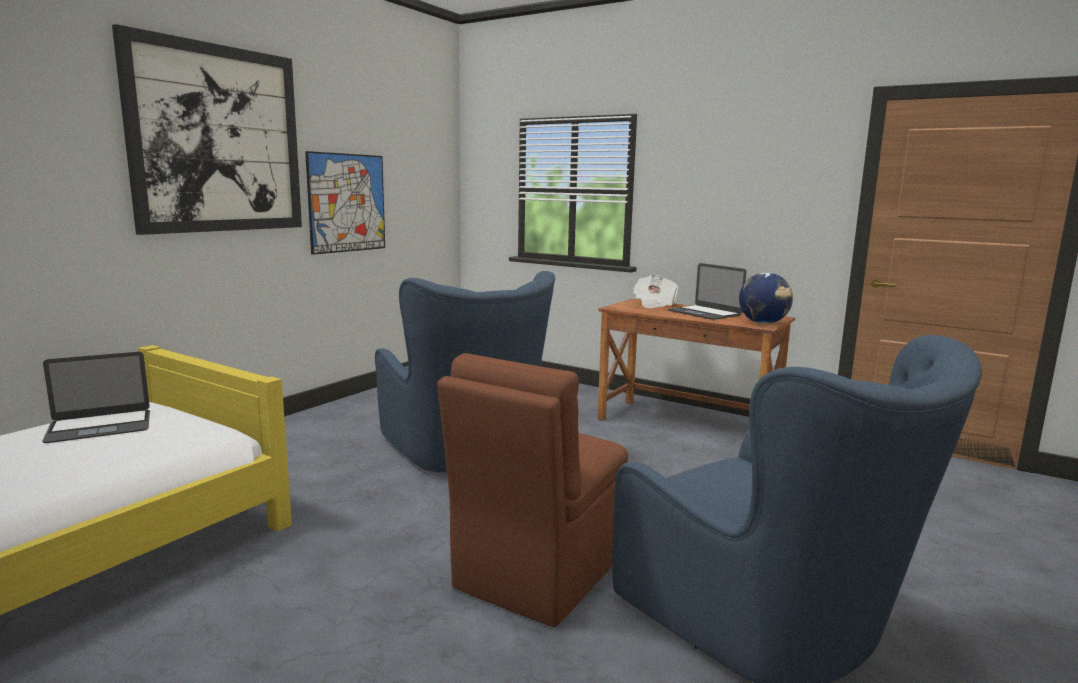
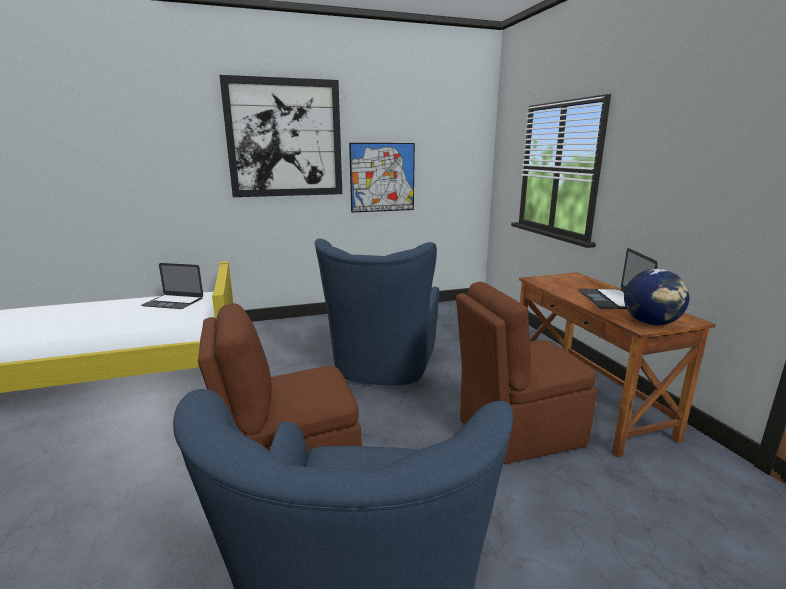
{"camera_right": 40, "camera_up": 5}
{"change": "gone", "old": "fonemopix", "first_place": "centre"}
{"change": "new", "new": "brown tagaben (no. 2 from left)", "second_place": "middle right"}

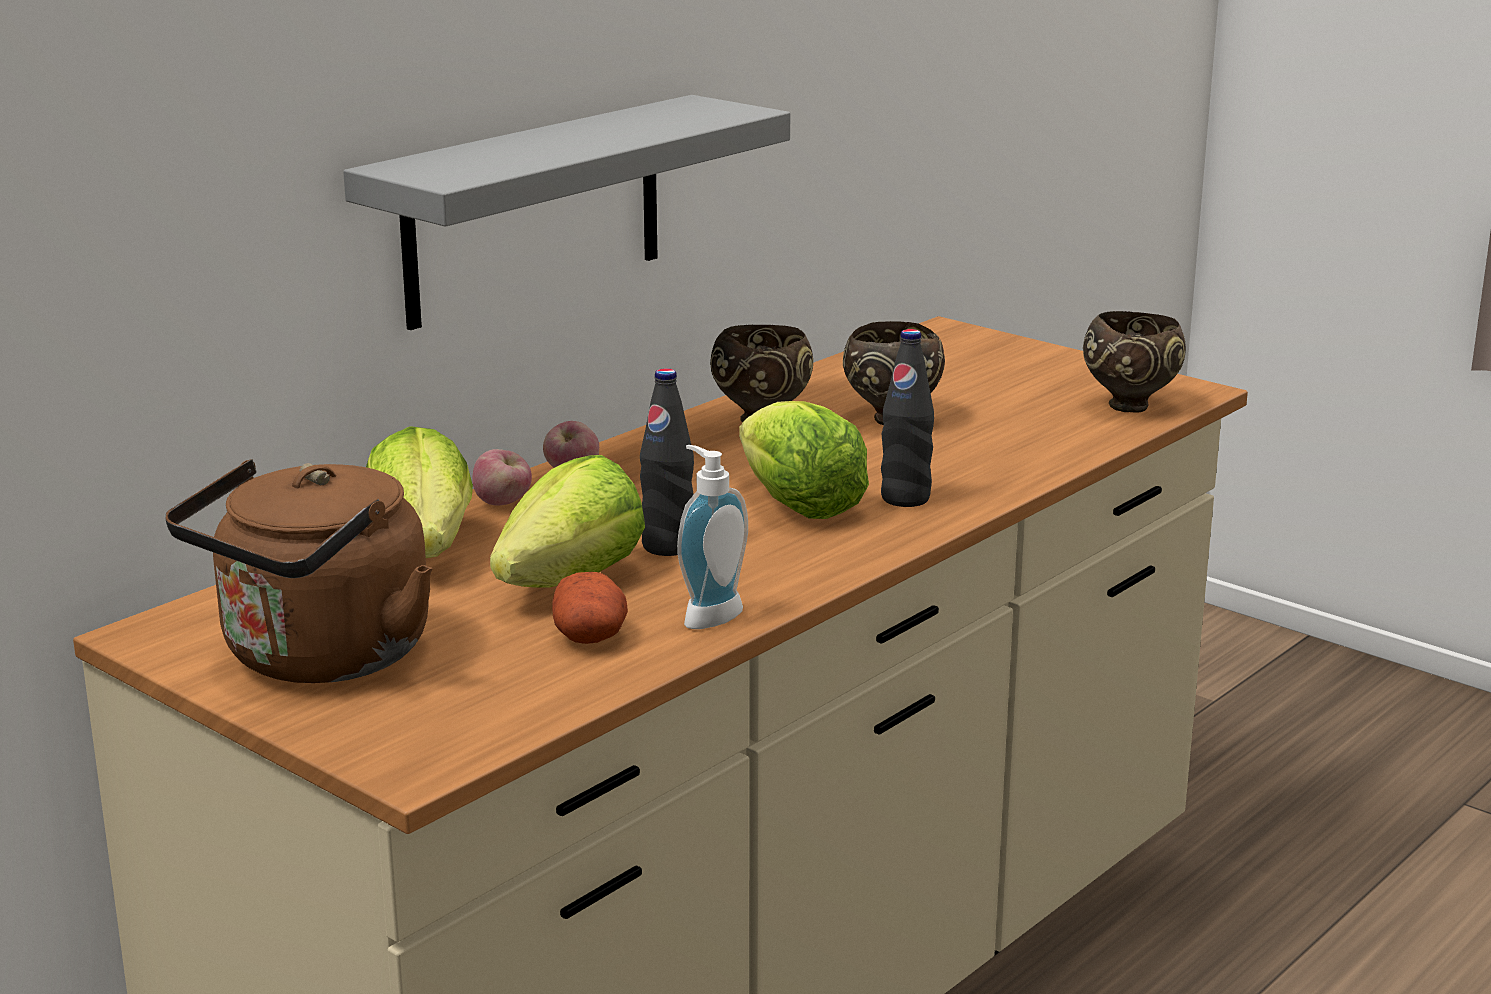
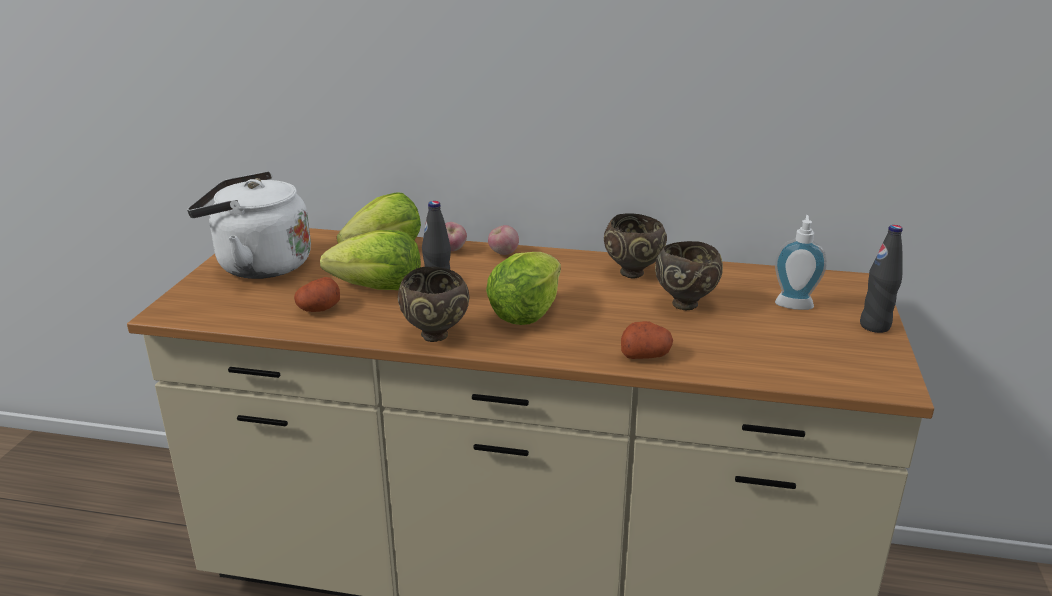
{"camera_right": 60, "camera_up": 5}
{"change": "repainted", "old": "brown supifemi", "new": "white supifemi", "first_place": "middle left", "second_place": "middle left"}
{"change": "gone", "old": "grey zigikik", "first_place": "top centre"}
{"change": "shifted", "old": "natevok", "first_place": "centre", "second_place": "middle right"}
{"change": "shifted", "old": "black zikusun (no. 2 from left)", "first_place": "centre", "second_place": "middle right"}
{"change": "shifted", "old": "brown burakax (no. 3 from left in the first image)", "new": "brown burakax (no. 1 from left)", "first_place": "middle right", "second_place": "centre"}
{"change": "new", "new": "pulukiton (no. 2 from left)", "second_place": "centre"}

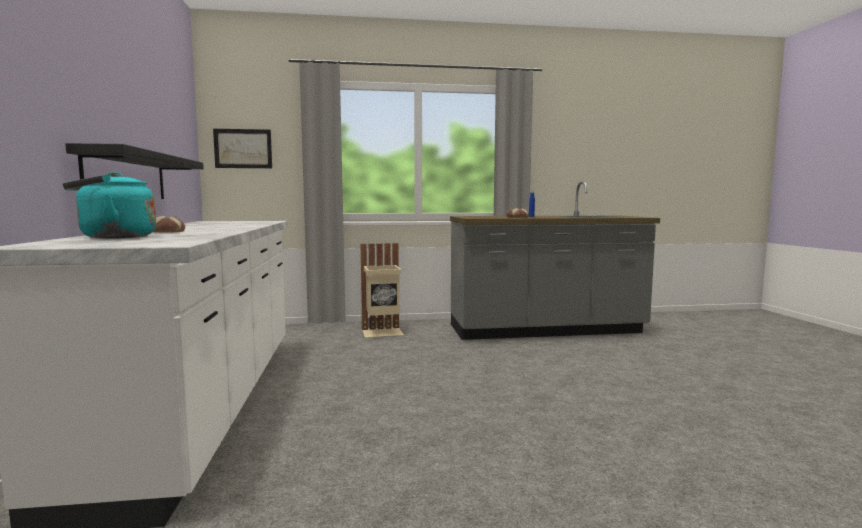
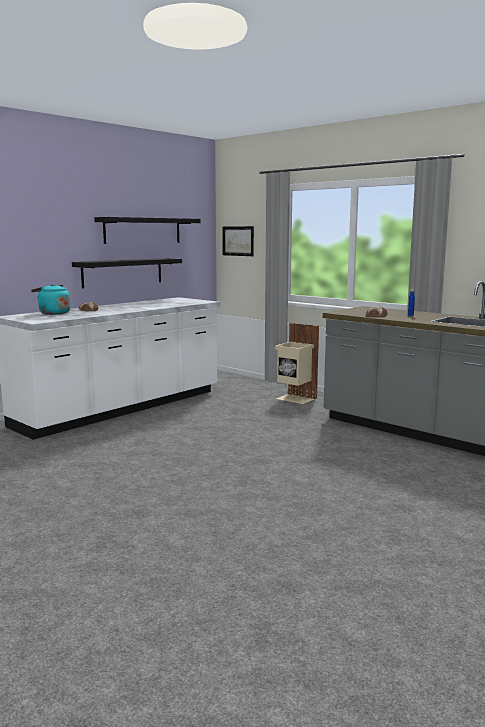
{"camera_right": 50, "camera_up": 5}
{"change": "new", "new": "black zigikik (no. 2 from left)", "second_place": "top left"}

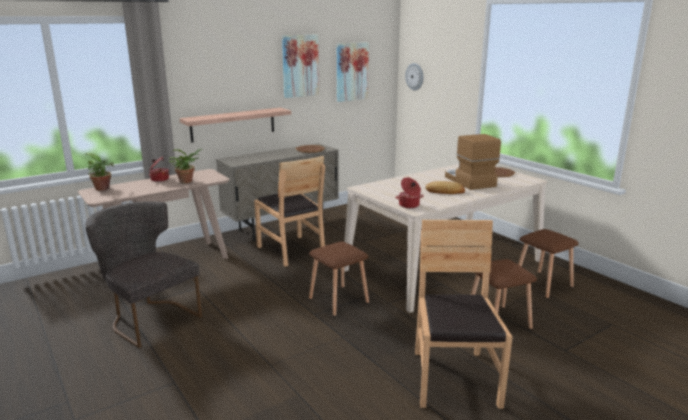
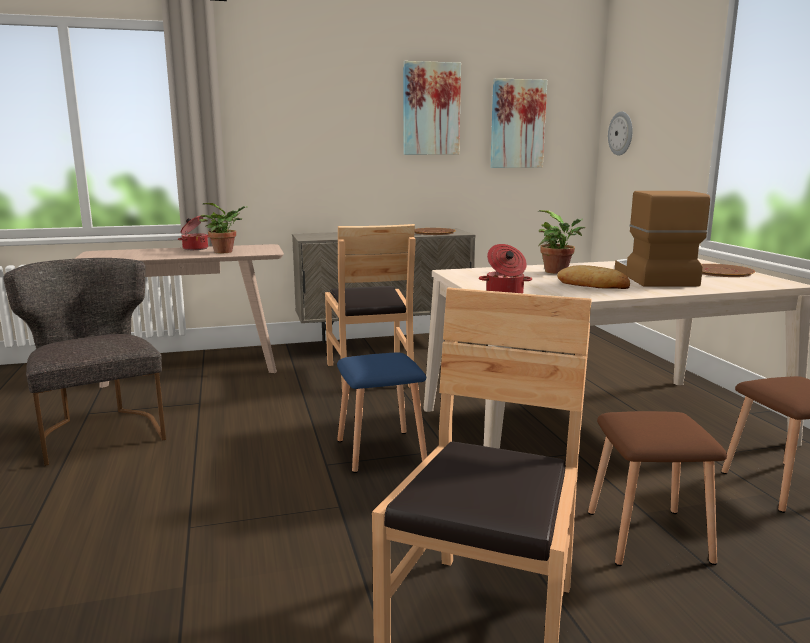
{"camera_right": 20, "camera_up": -5}
{"change": "shifted", "old": "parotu (no. 1 from left in the first image)", "new": "parotu (no. 2 from left)", "first_place": "middle left", "second_place": "middle right"}
{"change": "gone", "old": "zigikik", "first_place": "top centre"}
{"change": "repainted", "old": "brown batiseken (no. 1 from left)", "new": "blue batiseken", "first_place": "centre", "second_place": "centre"}

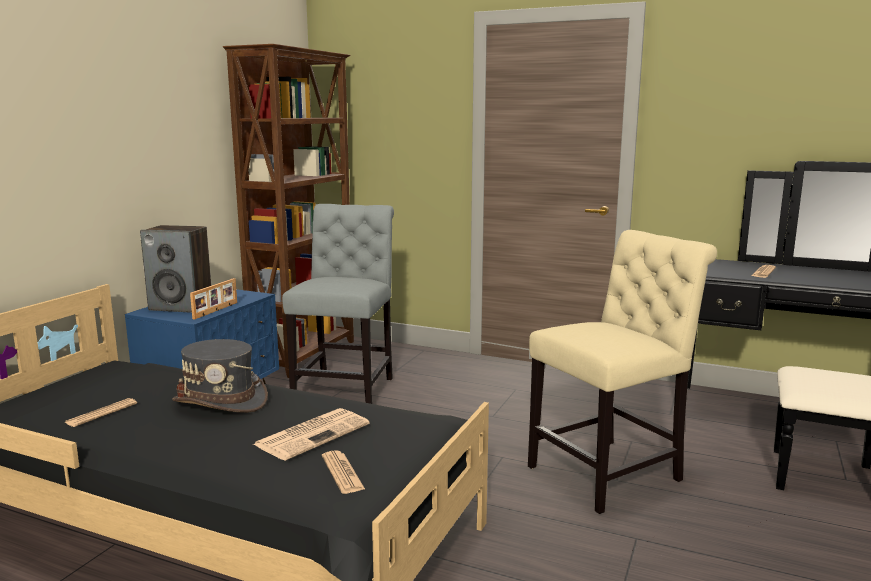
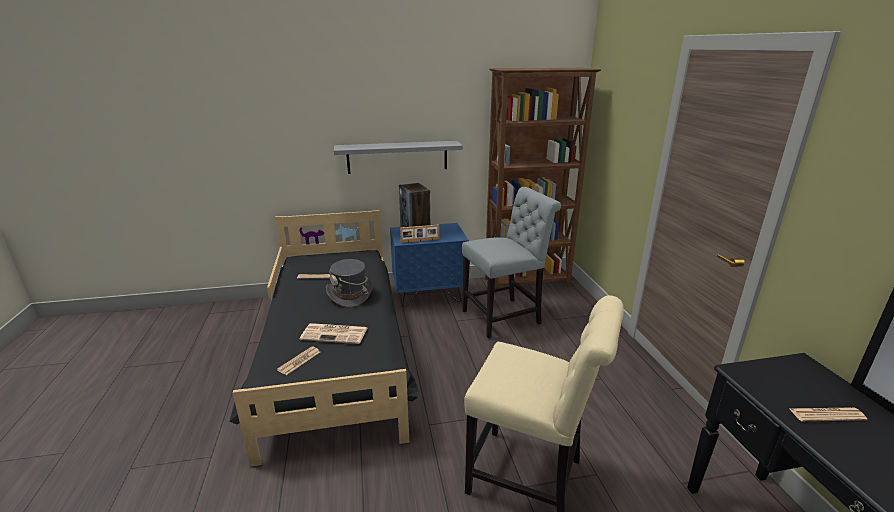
{"camera_right": 55, "camera_up": 10}
{"change": "new", "new": "grey zigikik", "second_place": "top centre"}

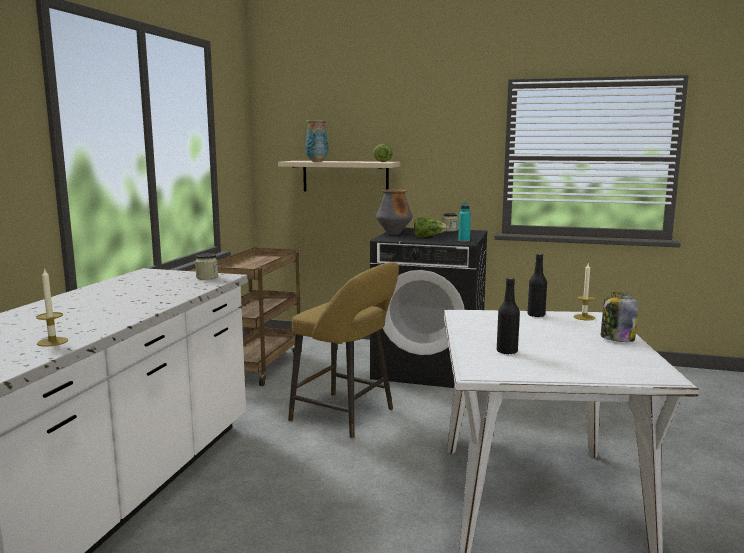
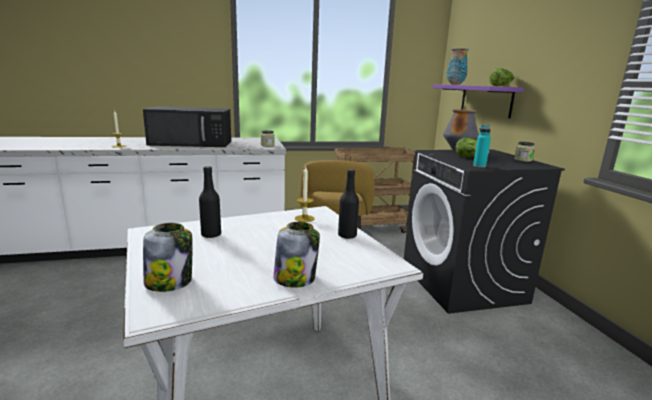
{"camera_right": 60, "camera_up": 5}
{"change": "repainted", "old": "beige zigikik", "new": "purple zigikik", "first_place": "top centre", "second_place": "top right"}
{"change": "shifted", "old": "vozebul (no. 2 from left)", "first_place": "middle right", "second_place": "centre"}
{"change": "new", "new": "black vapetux", "second_place": "top left"}
{"change": "new", "new": "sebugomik (no. 1 from left)", "second_place": "middle left"}

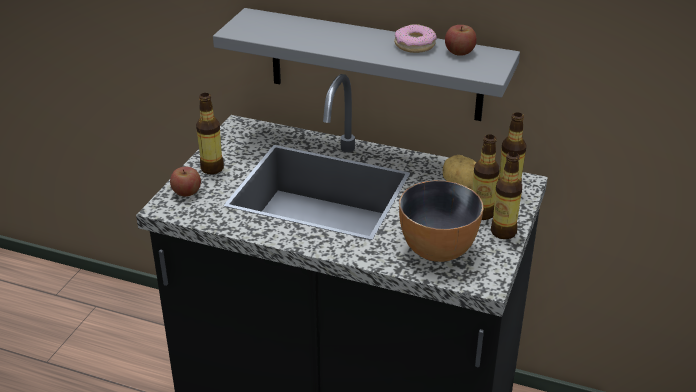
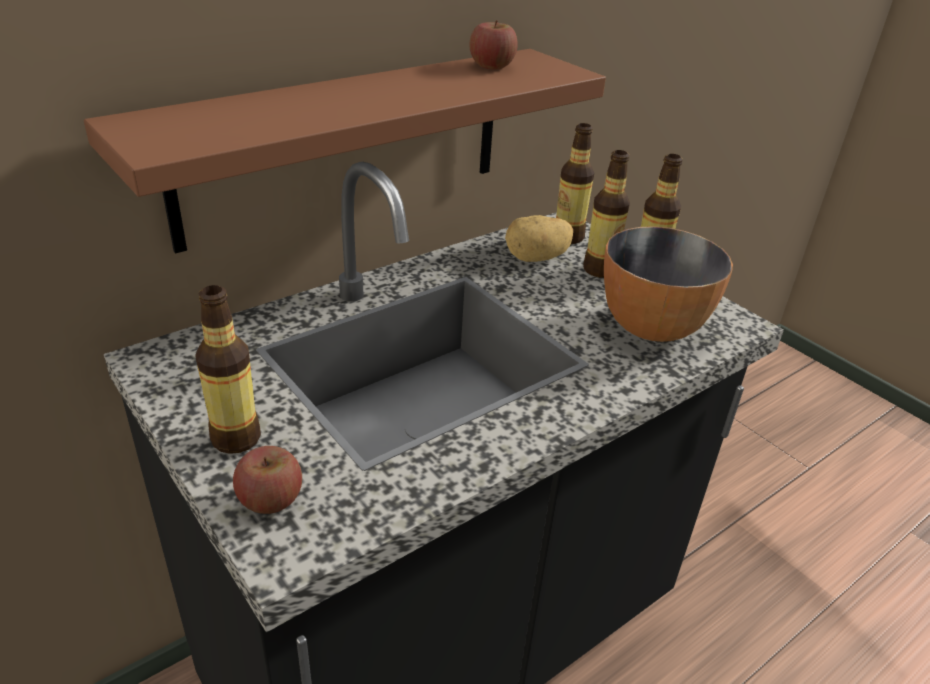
{"camera_right": -60, "camera_up": 0}
{"change": "repainted", "old": "grey zigikik", "new": "brown zigikik", "first_place": "top centre", "second_place": "top centre"}
{"change": "gone", "old": "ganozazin", "first_place": "top centre"}

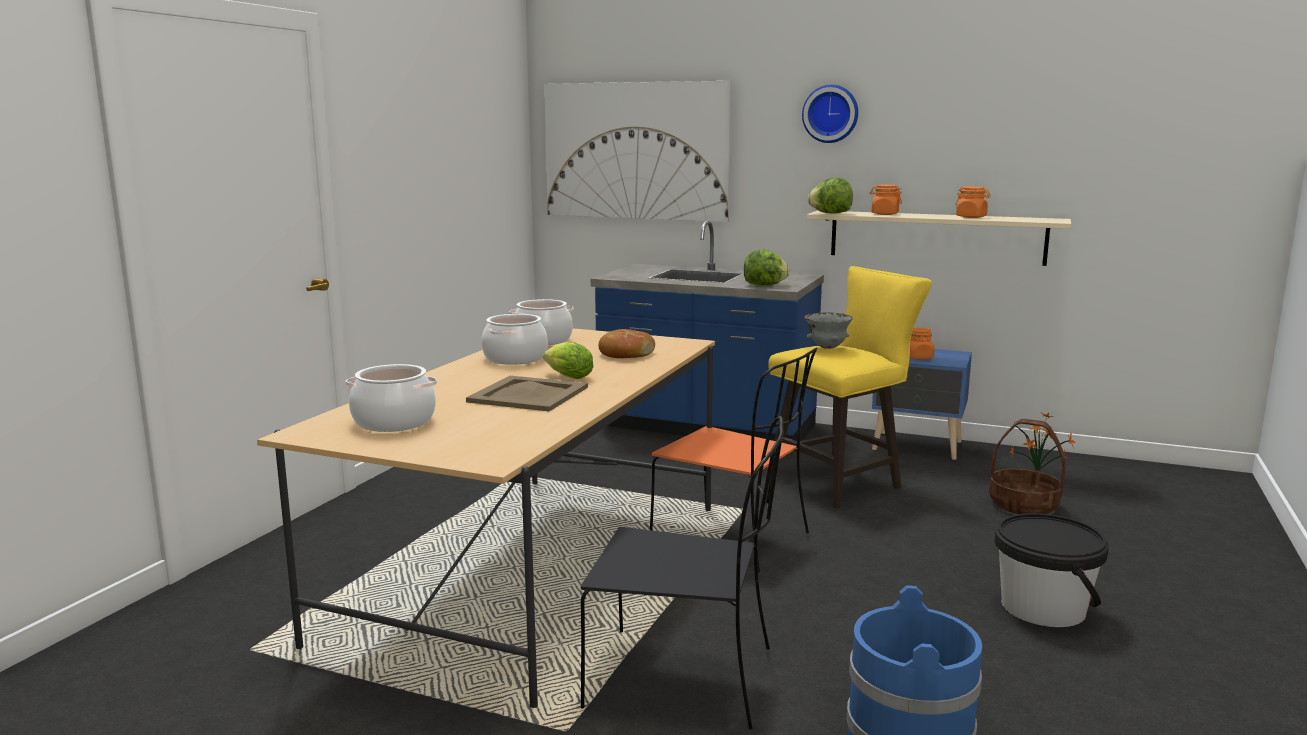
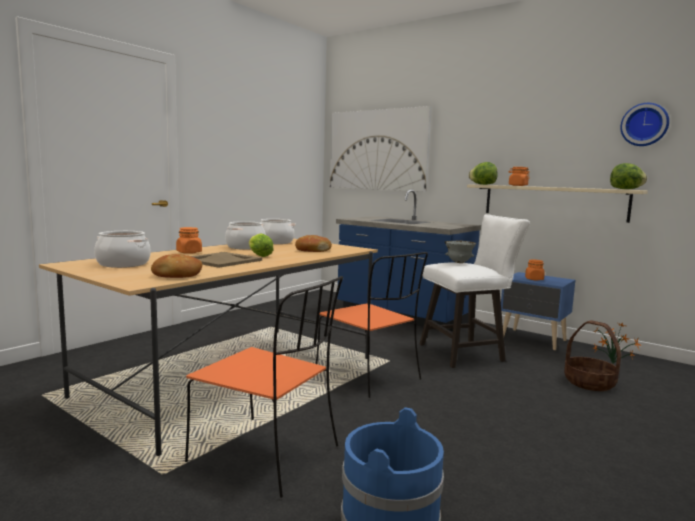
{"camera_right": 15, "camera_up": -5}
{"change": "repainted", "old": "black tagaben", "new": "orange tagaben (no. 1 from left)", "first_place": "bottom centre", "second_place": "bottom centre"}
{"change": "shifted", "old": "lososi (no. 2 from left in the first image)", "new": "lososi (no. 3 from left)", "first_place": "centre", "second_place": "middle right"}
{"change": "repainted", "old": "yellow batiseken", "new": "white batiseken", "first_place": "centre", "second_place": "middle right"}
{"change": "shifted", "old": "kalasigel", "first_place": "top centre", "second_place": "top right"}
{"change": "shifted", "old": "orange sebugomik (no. 3 from left in the first image)", "new": "orange sebugomik (no. 1 from left)", "first_place": "top right", "second_place": "middle left"}
{"change": "gone", "old": "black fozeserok", "first_place": "bottom right"}
{"change": "new", "new": "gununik (no. 1 from left)", "second_place": "middle left"}

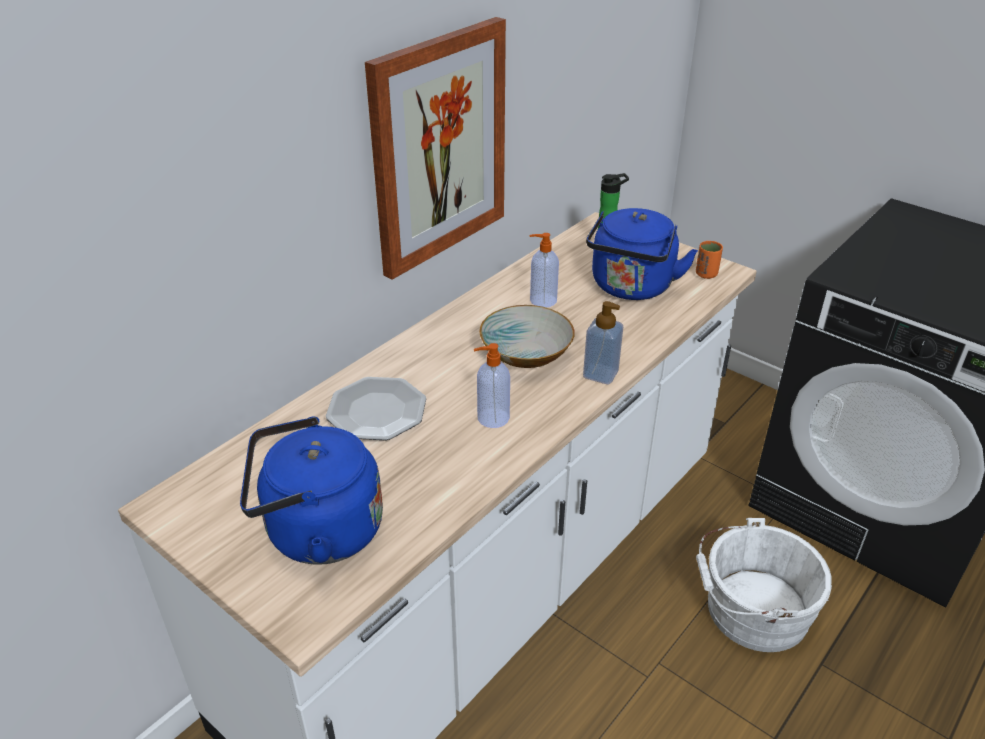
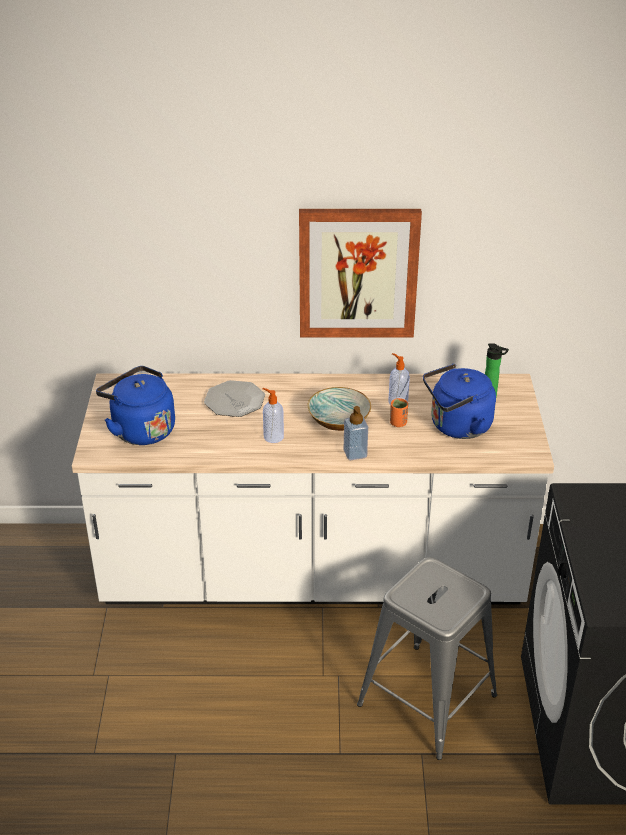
{"camera_right": 50, "camera_up": 0}
{"change": "shifted", "old": "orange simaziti", "first_place": "middle right", "second_place": "centre"}
{"change": "swapped", "old": "white fozeserok", "new": "grey batiseken", "first_place": "bottom right", "second_place": "bottom right"}

